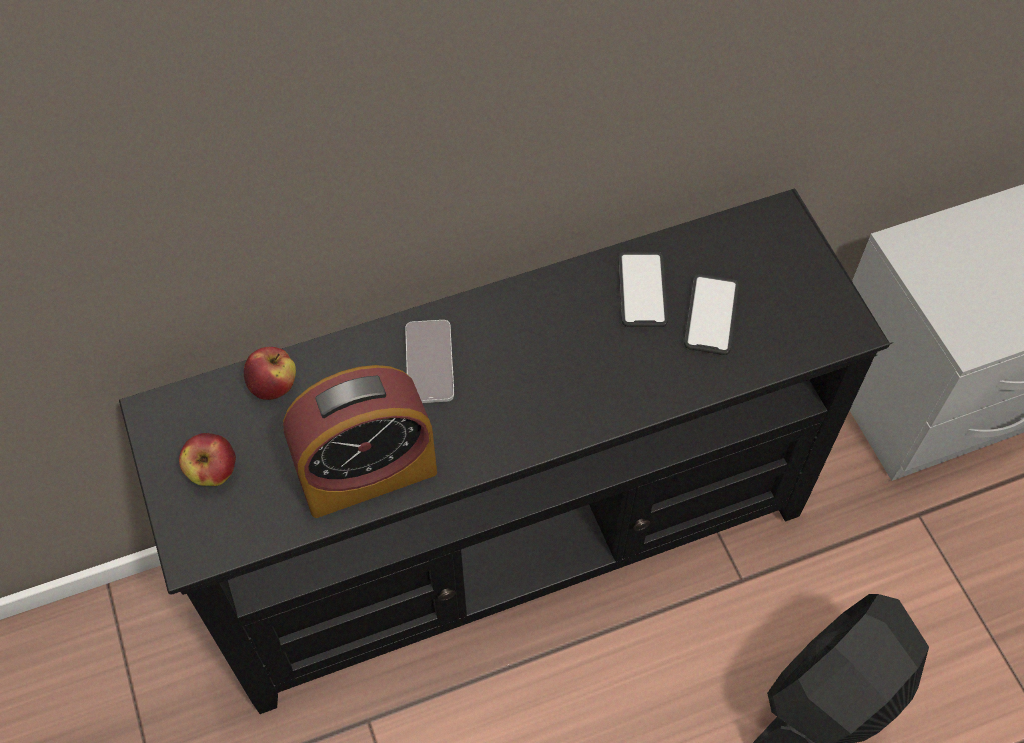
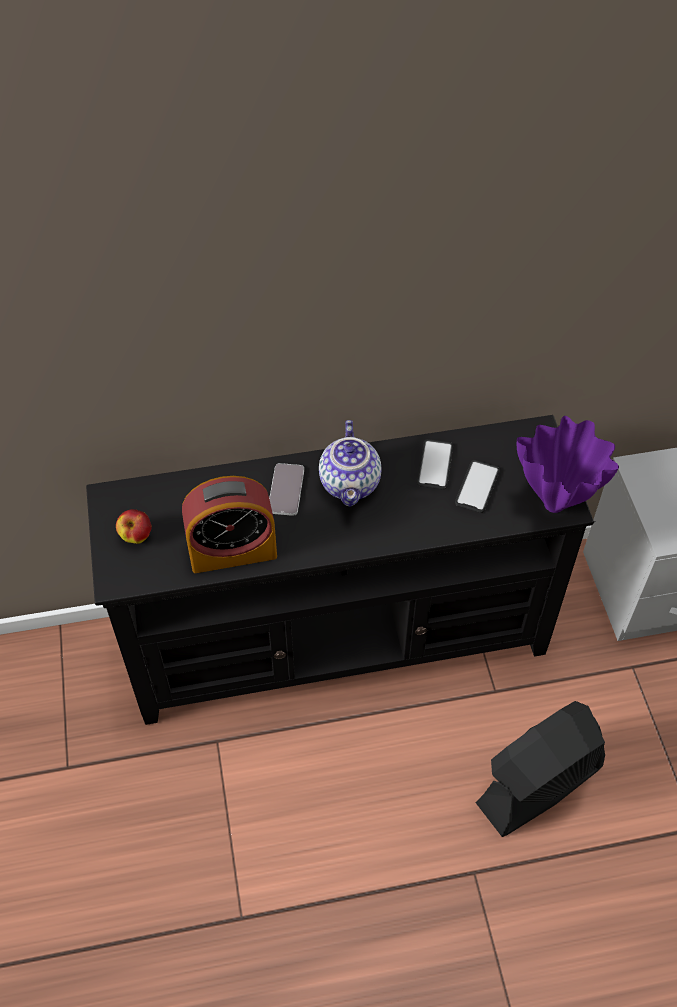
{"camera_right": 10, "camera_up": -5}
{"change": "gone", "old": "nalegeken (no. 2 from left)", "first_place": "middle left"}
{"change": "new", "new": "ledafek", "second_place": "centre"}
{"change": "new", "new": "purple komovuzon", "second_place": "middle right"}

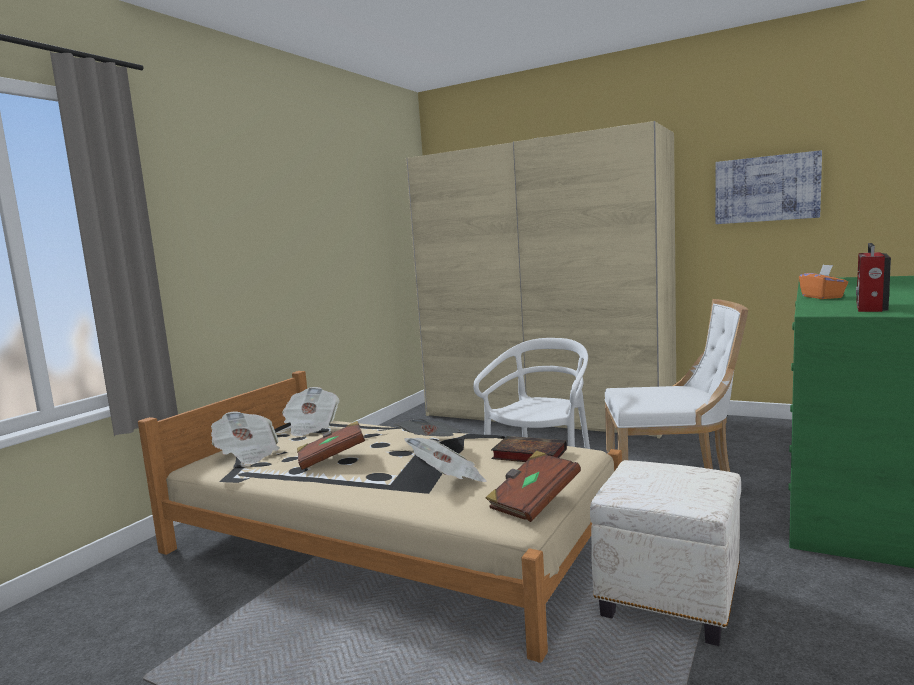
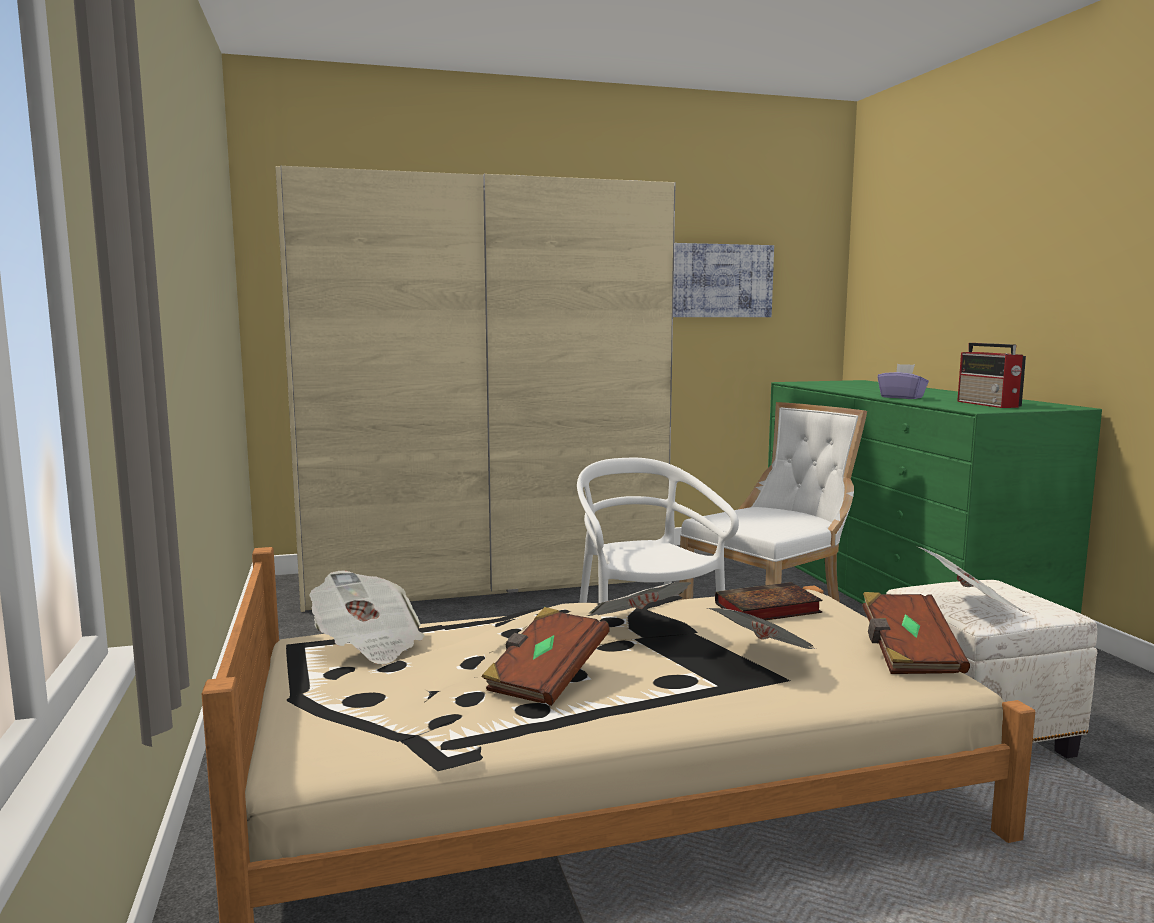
{"camera_right": -45, "camera_up": 0}
{"change": "shifted", "old": "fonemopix (no. 1 from left in the first image)", "new": "fonemopix (no. 4 from left)", "first_place": "middle left", "second_place": "middle right"}
{"change": "repainted", "old": "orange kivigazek", "new": "purple kivigazek", "first_place": "middle right", "second_place": "middle right"}

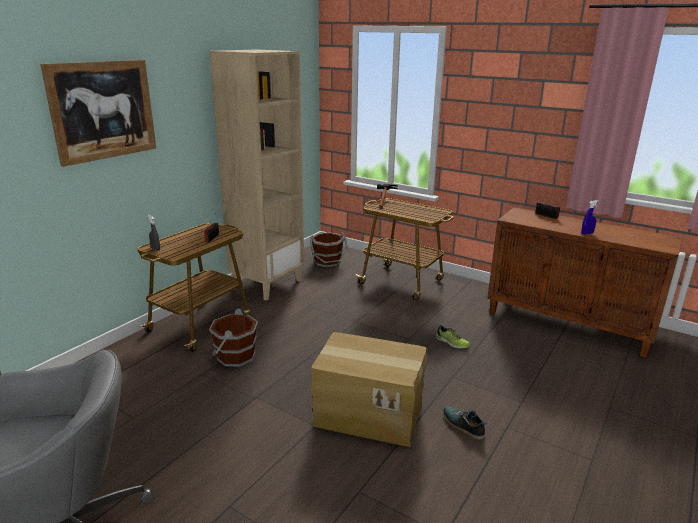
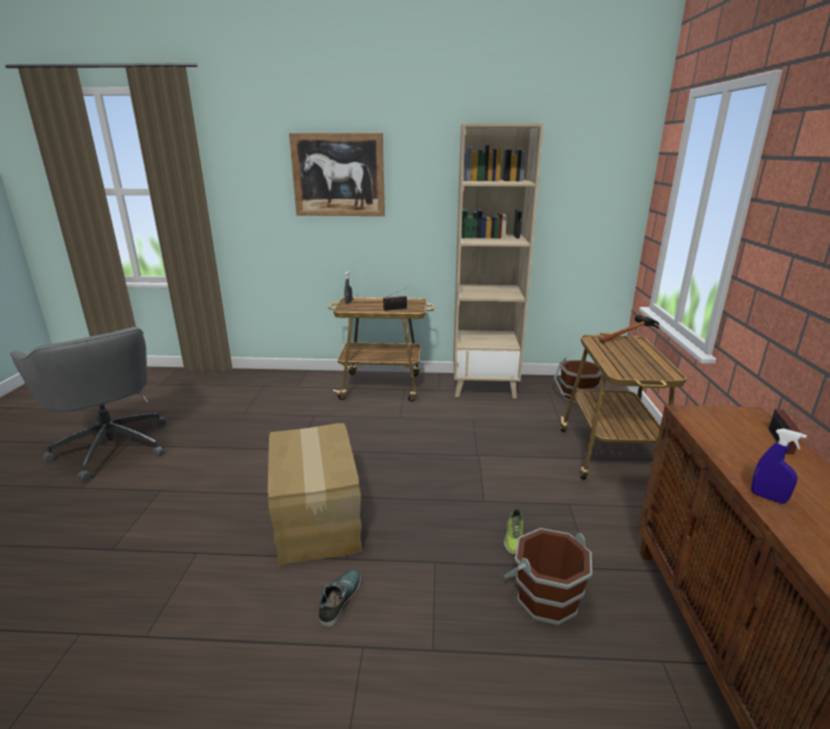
{"camera_right": 60, "camera_up": 0}
{"change": "shifted", "old": "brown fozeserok (no. 1 from left)", "first_place": "centre", "second_place": "bottom centre"}

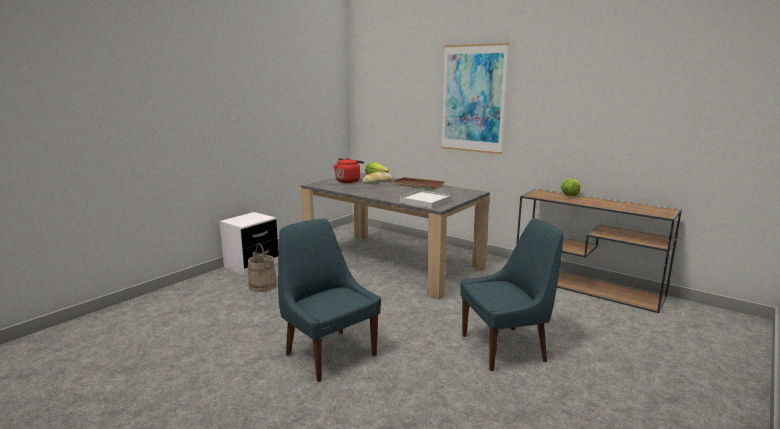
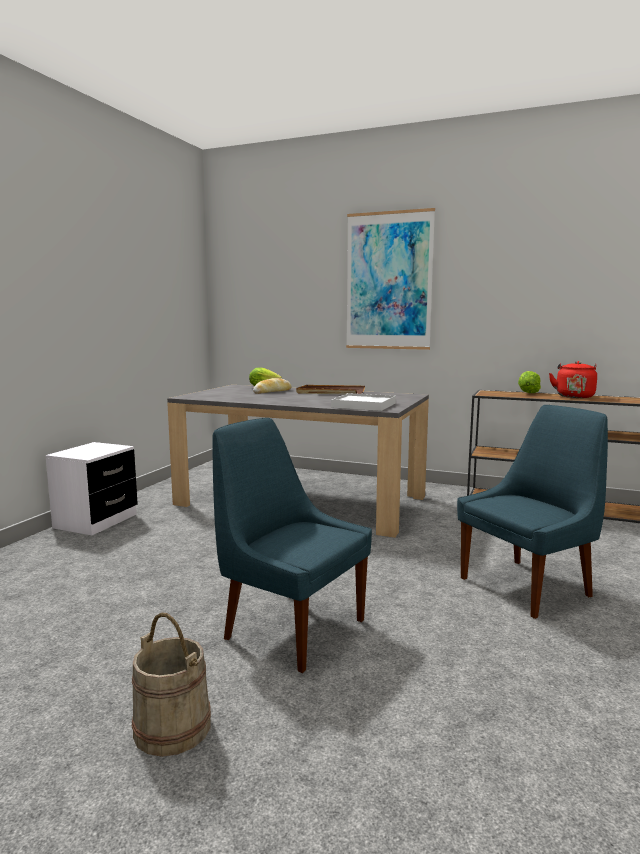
{"camera_right": -15, "camera_up": -5}
{"change": "shifted", "old": "beige fozeserok", "first_place": "centre", "second_place": "bottom left"}
{"change": "shifted", "old": "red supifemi", "first_place": "centre", "second_place": "middle right"}

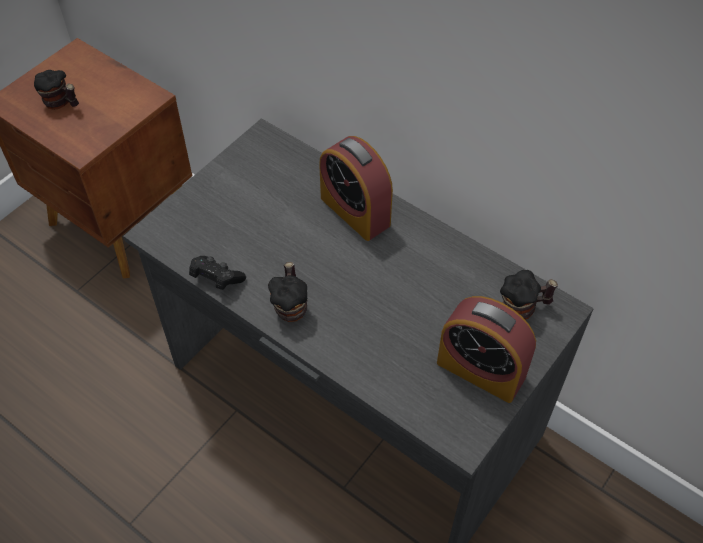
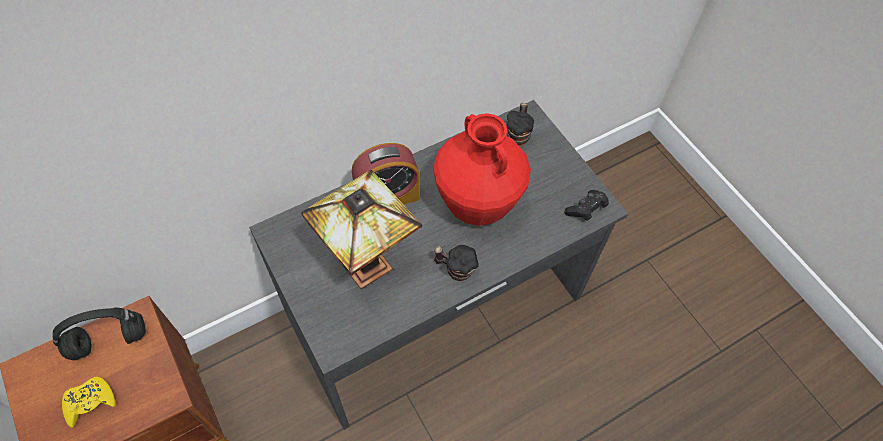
{"camera_right": -70, "camera_up": 5}
{"change": "swapped", "old": "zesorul (no. 1 from left)", "new": "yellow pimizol", "first_place": "top left", "second_place": "bottom left"}
{"change": "shifted", "old": "black pimizol", "first_place": "middle left", "second_place": "centre"}
{"change": "gone", "old": "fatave (no. 2 from left)", "first_place": "middle right"}
{"change": "new", "new": "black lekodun", "second_place": "bottom left"}
{"change": "new", "new": "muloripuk", "second_place": "centre"}
{"change": "new", "new": "red komovuzon", "second_place": "centre"}

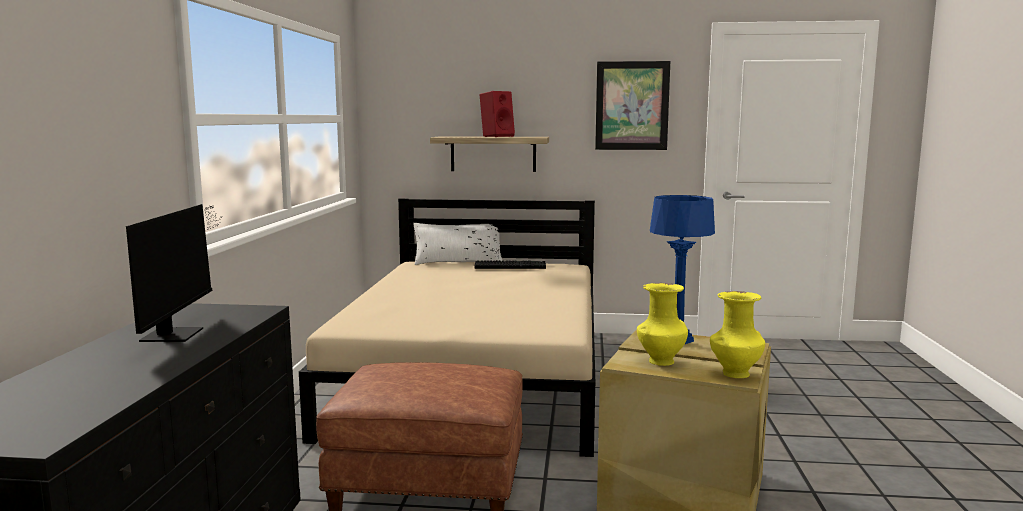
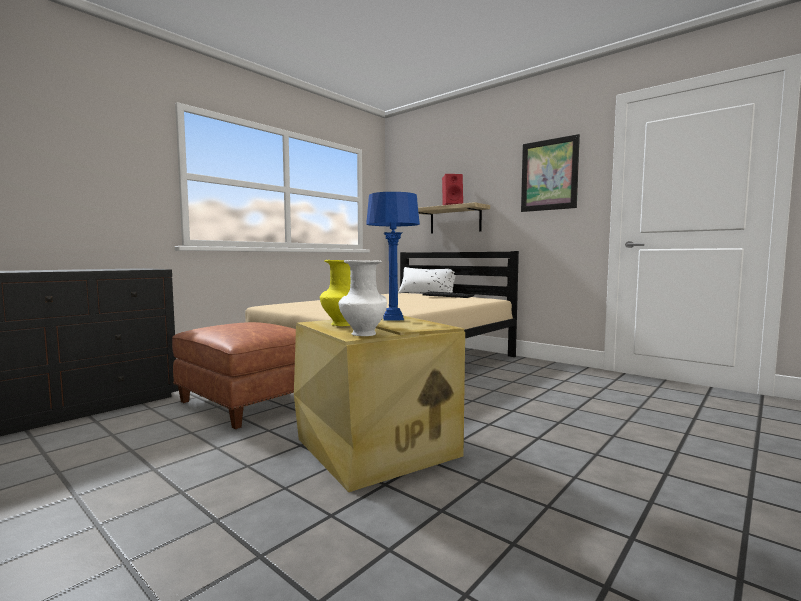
{"camera_right": 35, "camera_up": -5}
{"change": "gone", "old": "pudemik", "first_place": "middle left"}
{"change": "repainted", "old": "yellow komovuzon (no. 2 from left)", "new": "white komovuzon", "first_place": "middle right", "second_place": "centre"}

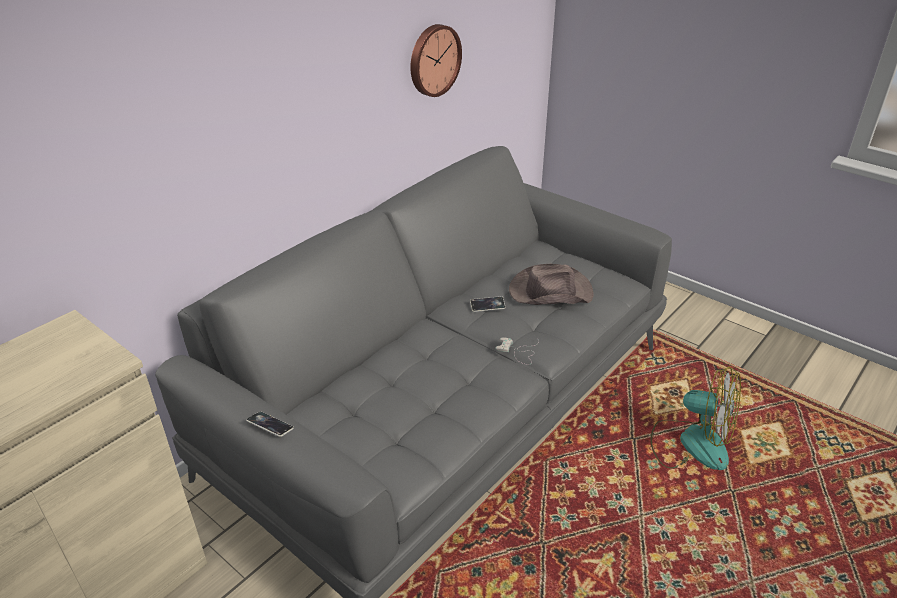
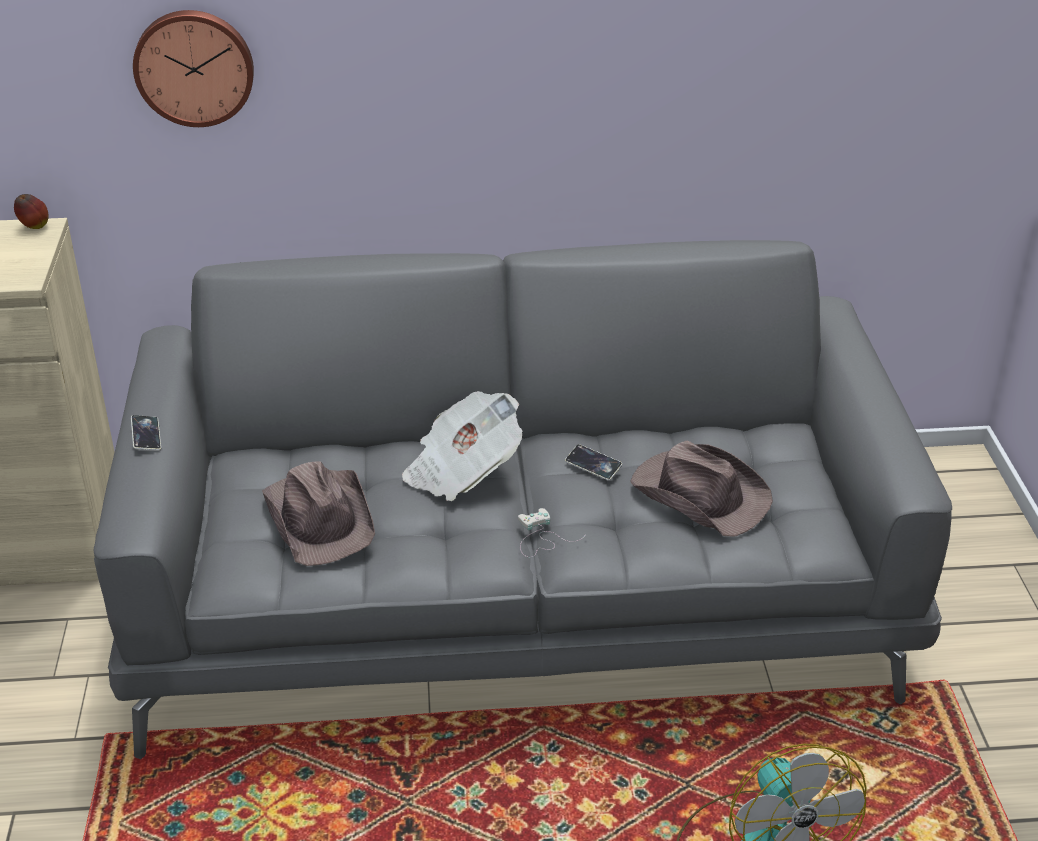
{"camera_right": 45, "camera_up": 0}
{"change": "shifted", "old": "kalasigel", "first_place": "top centre", "second_place": "top left"}
{"change": "new", "new": "nalegeken", "second_place": "top left"}
{"change": "new", "new": "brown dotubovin (no. 1 from left)", "second_place": "middle left"}
{"change": "new", "new": "fonemopix", "second_place": "centre"}

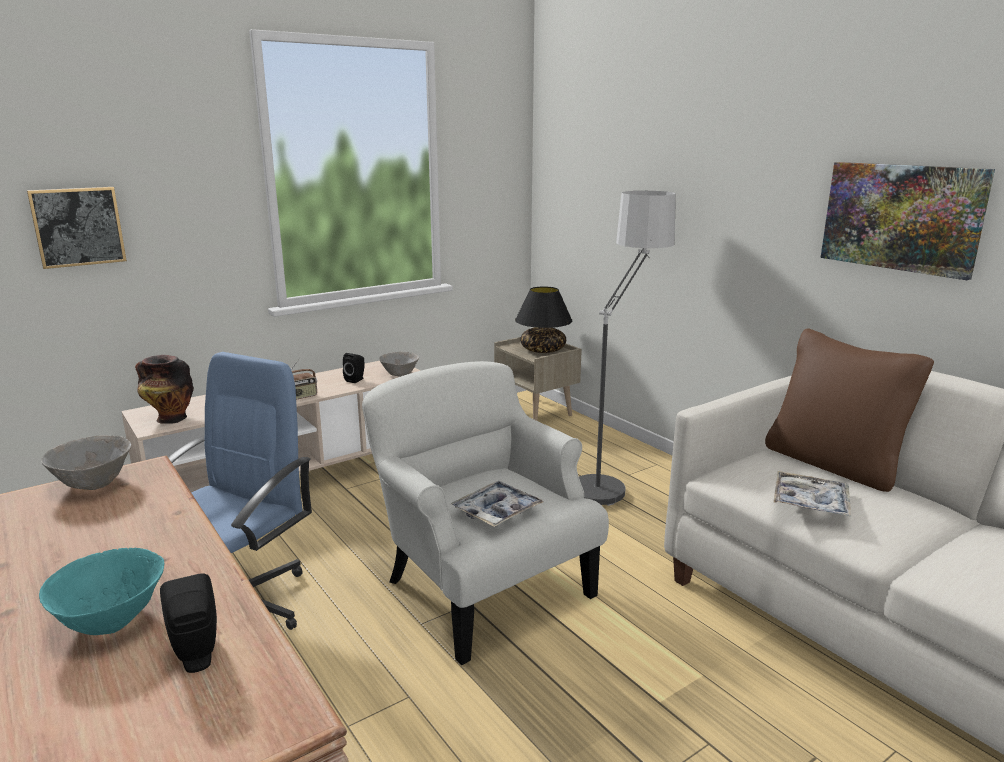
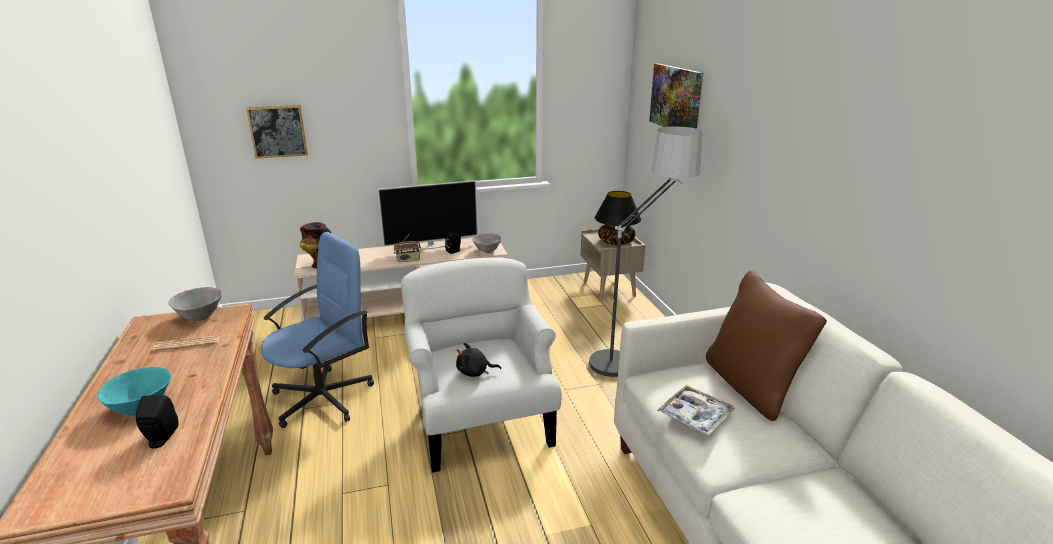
{"camera_right": 20, "camera_up": 5}
{"change": "swapped", "old": "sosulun (no. 1 from left)", "new": "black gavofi", "first_place": "centre", "second_place": "centre"}
{"change": "shifted", "old": "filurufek (no. 2 from left)", "first_place": "top right", "second_place": "top centre"}
{"change": "new", "new": "fonemopix", "second_place": "middle left"}
{"change": "new", "new": "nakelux", "second_place": "centre"}

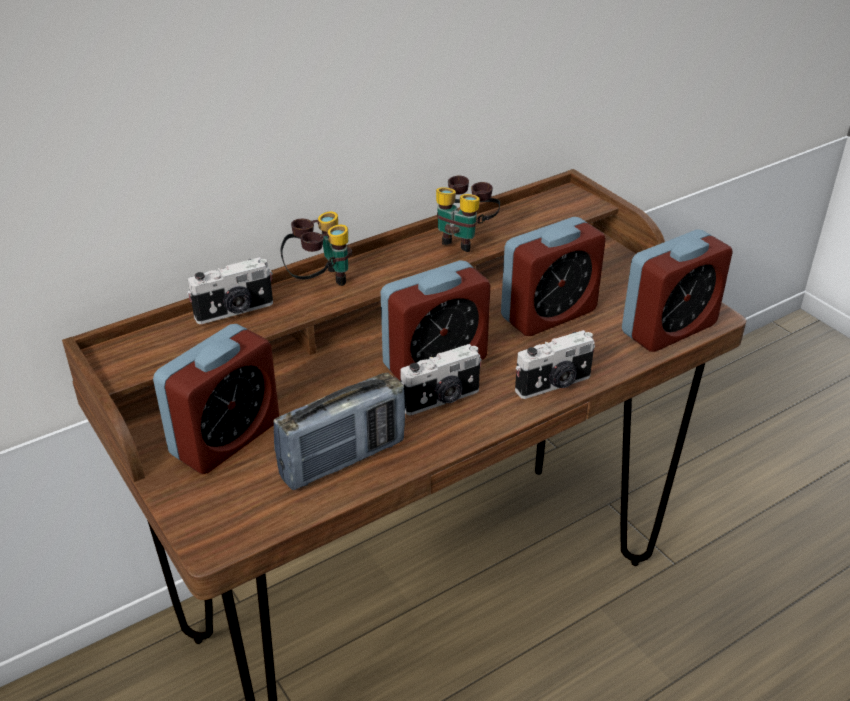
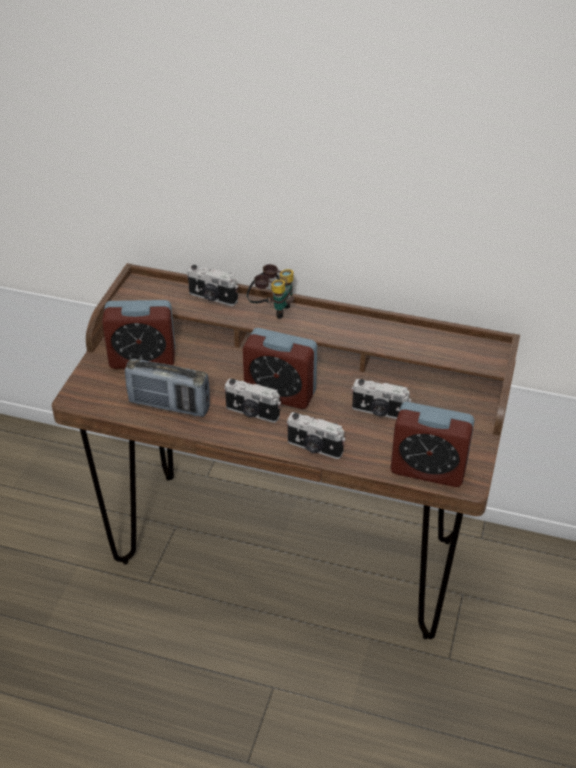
{"camera_right": 50, "camera_up": 5}
{"change": "gone", "old": "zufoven (no. 2 from left)", "first_place": "top centre"}
{"change": "swapped", "old": "fatave (no. 3 from left)", "new": "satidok (no. 4 from left)", "first_place": "centre", "second_place": "centre"}

